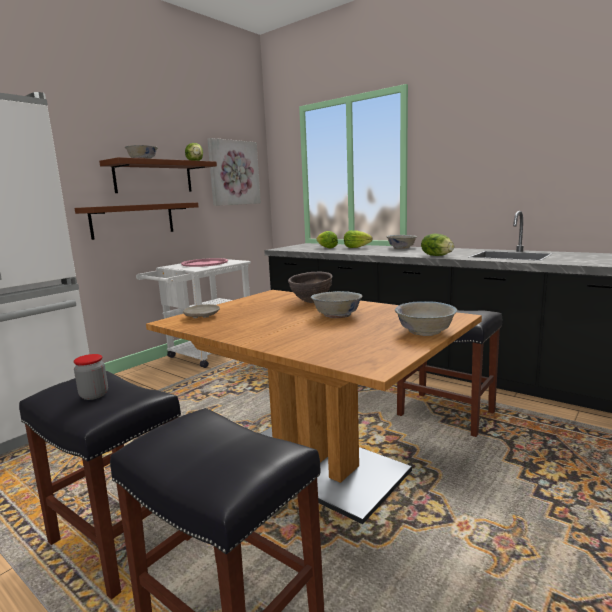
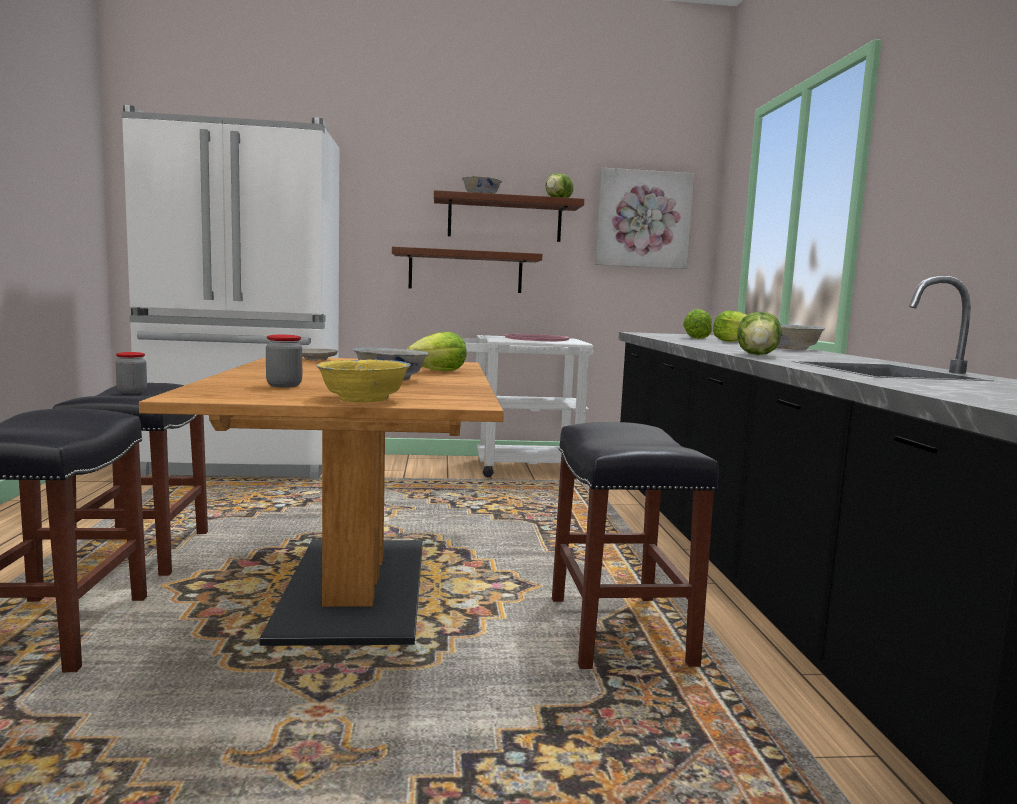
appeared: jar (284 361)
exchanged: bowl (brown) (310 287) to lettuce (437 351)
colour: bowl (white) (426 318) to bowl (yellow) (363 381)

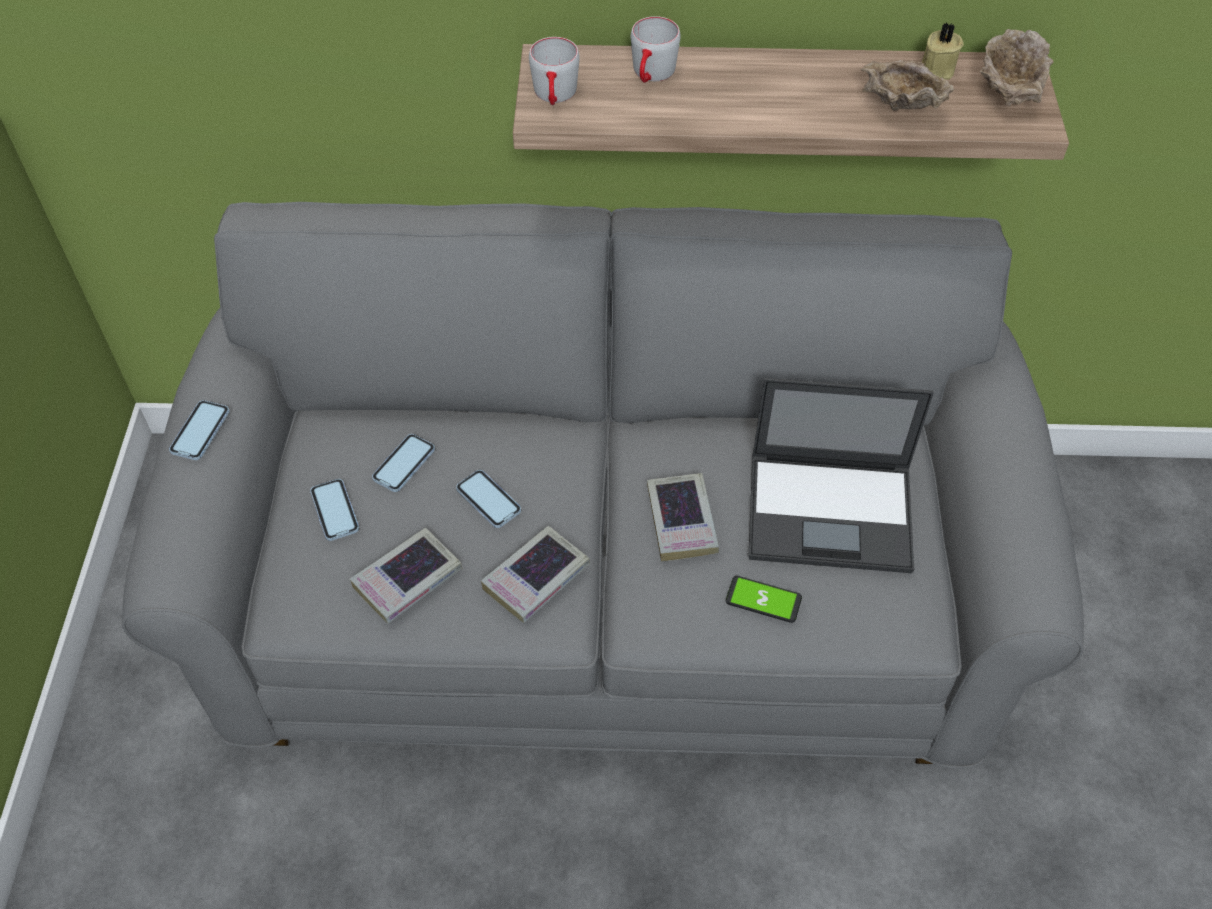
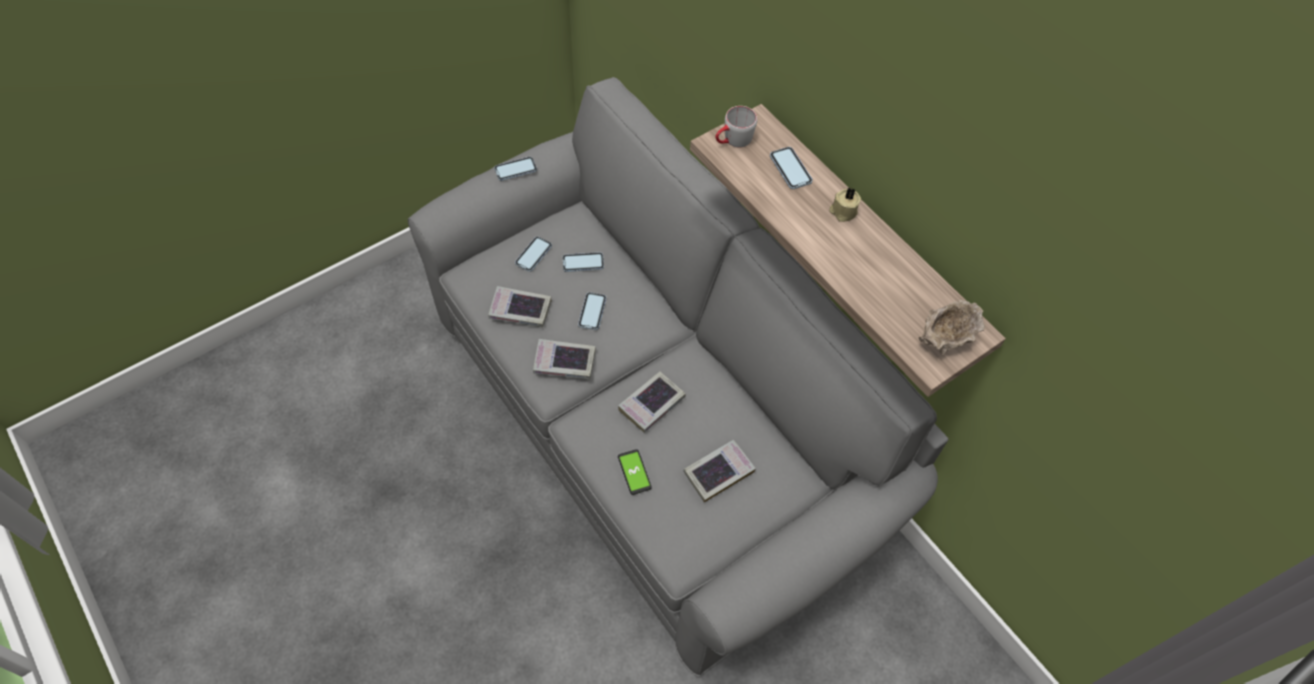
missing: bowl (beige) (907 85)
relocated: candle (beige) (943 51) to (845 205)
exchanged: mug (grey) (656 49) to phone (791 168); laptop (841 475) to book (719 471)

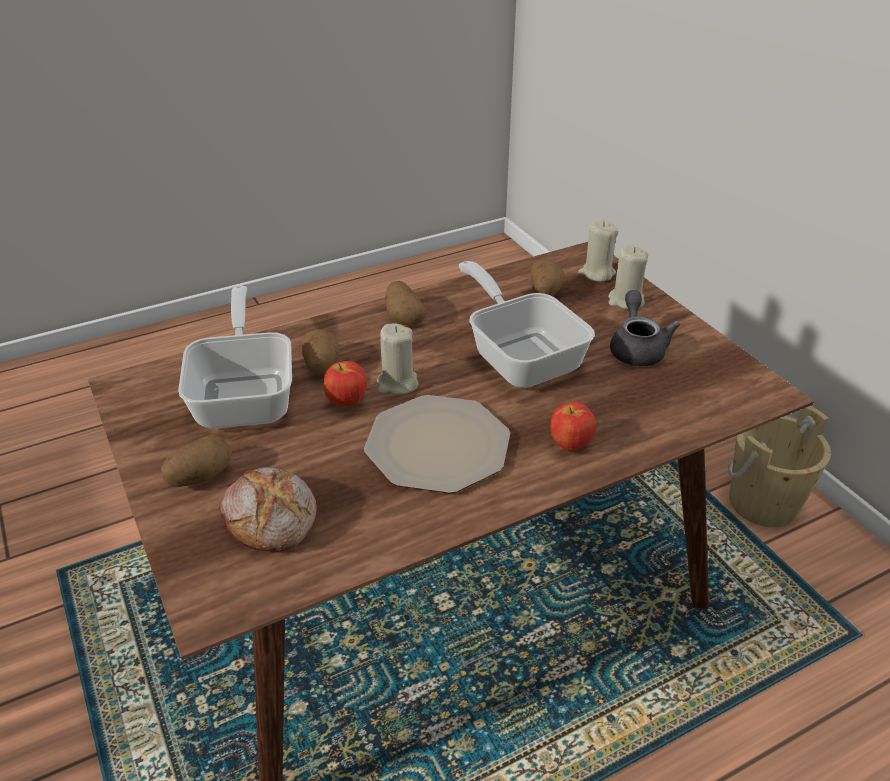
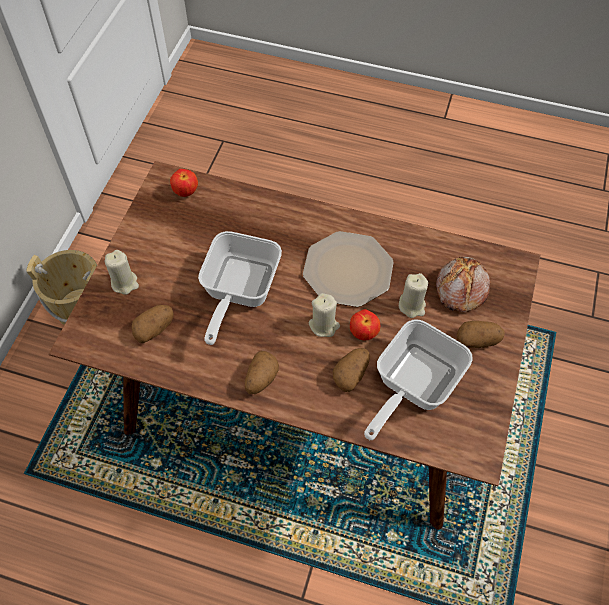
missing: teapot (grey) (645 328)
relocated: apple (573 426) to (184 183); candle (beige) (598 250) to (413 295)

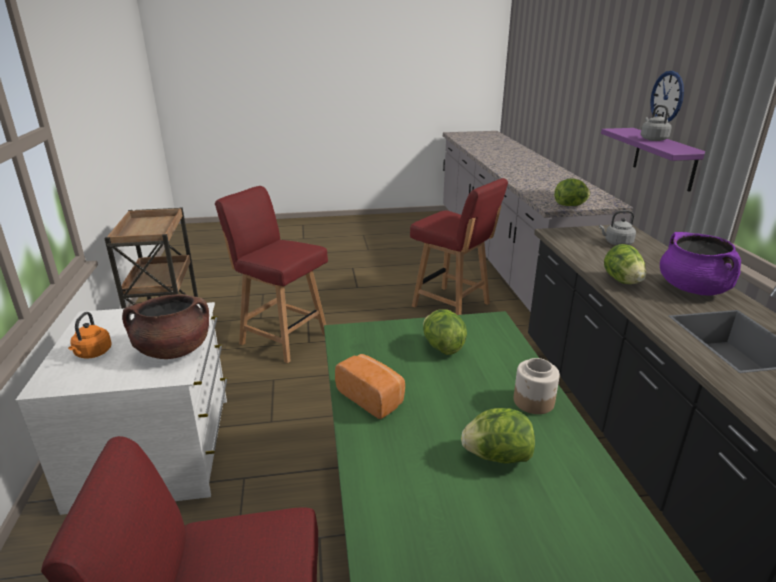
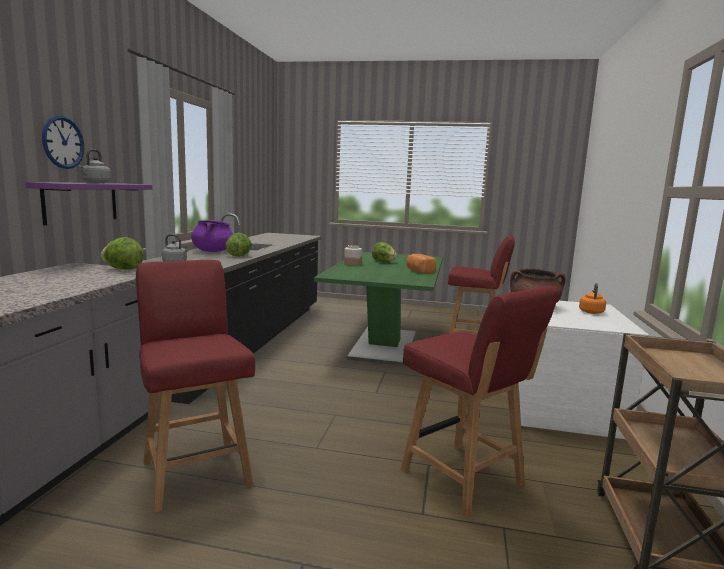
missing: lettuce (445 332)

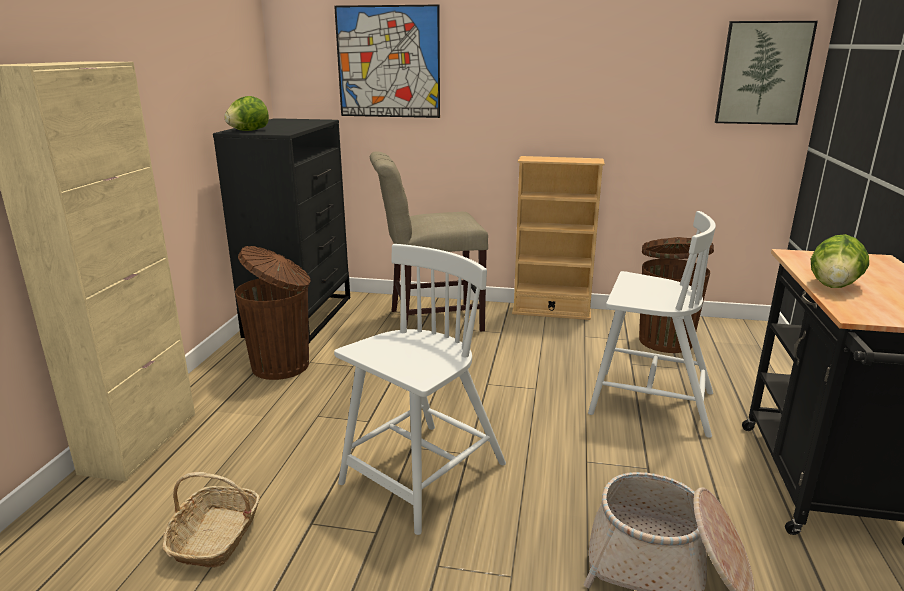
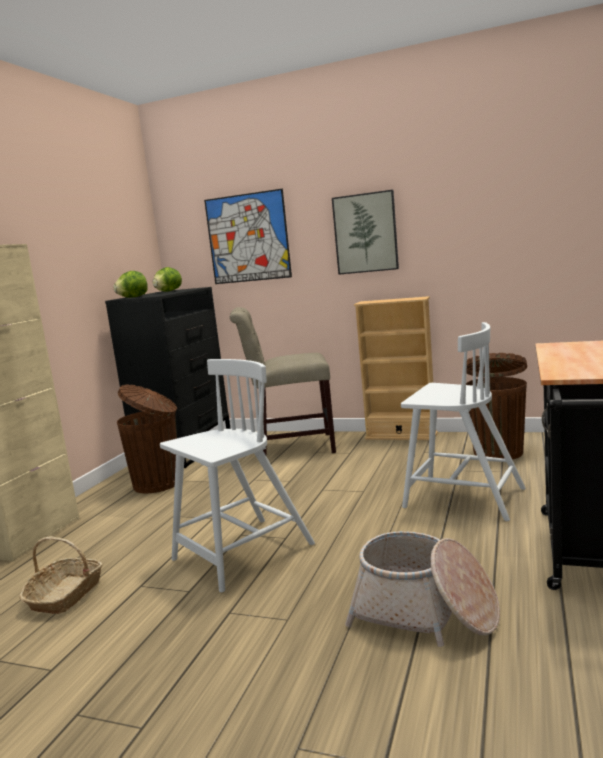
relocated: picture (766 73) to (365 232); lettuce (840 261) to (167 279)

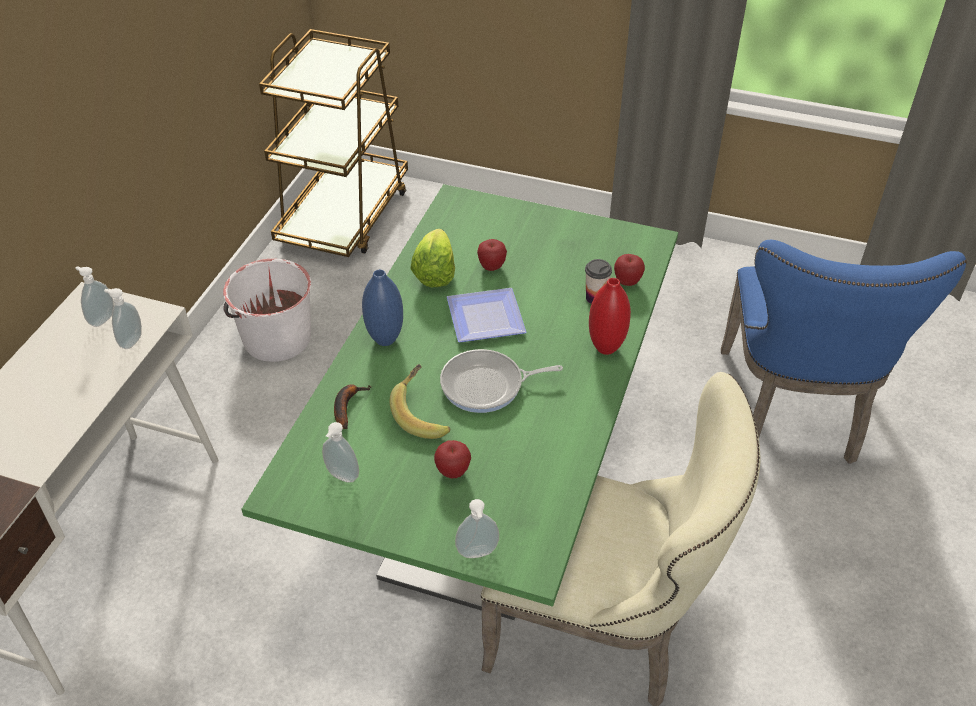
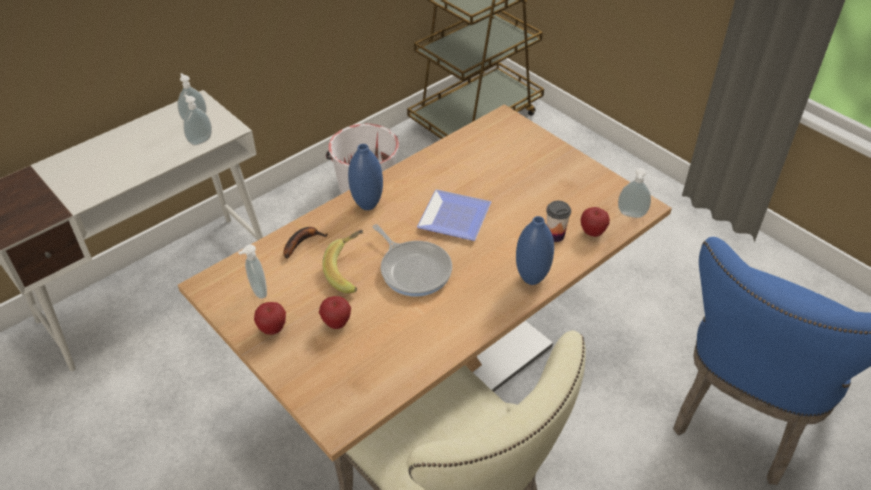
missing: lettuce (432 258)
relocated: soap dispenser (477 528) to (634 193); apple (492 255) to (270 318)
colour: dining table (green) (459 402) to dining table (brown) (425 283); vase (red) (610 316) to vase (blue) (535 250)
spun: frying pan (501 381) = (412 260) 150 degrees counterclockwise

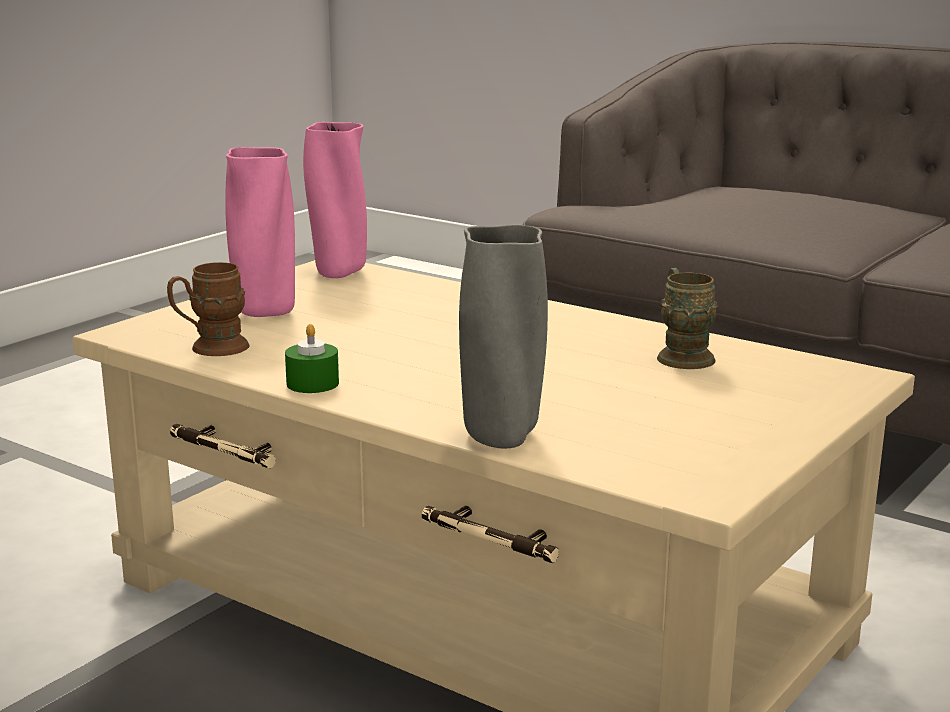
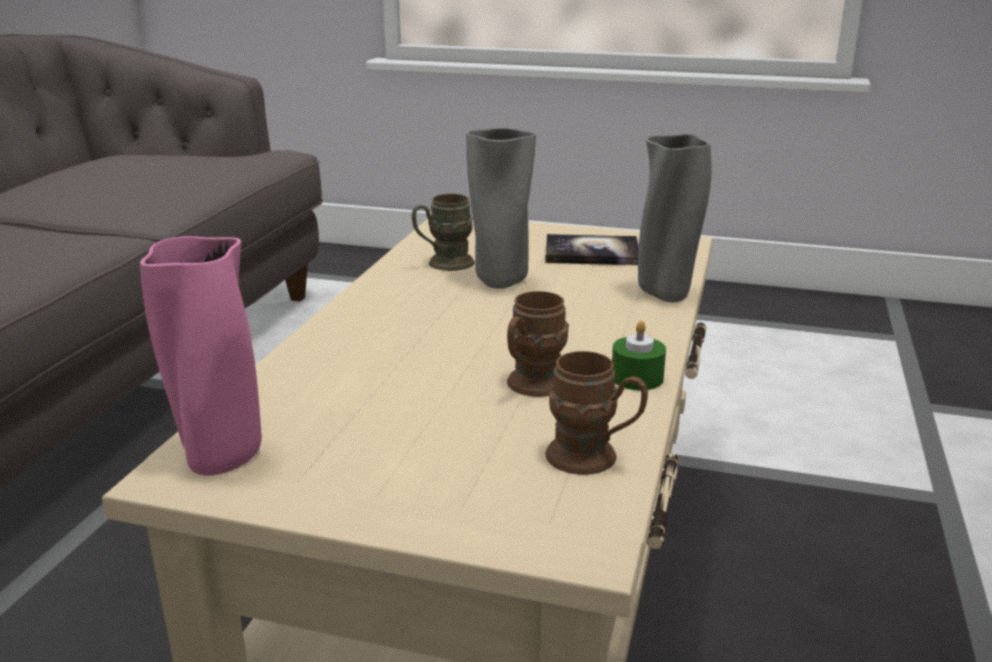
missing: vase (pink) (260 232)
appeared: vase (grey) (501 208); mug (brown) (538 344); book (592 249)

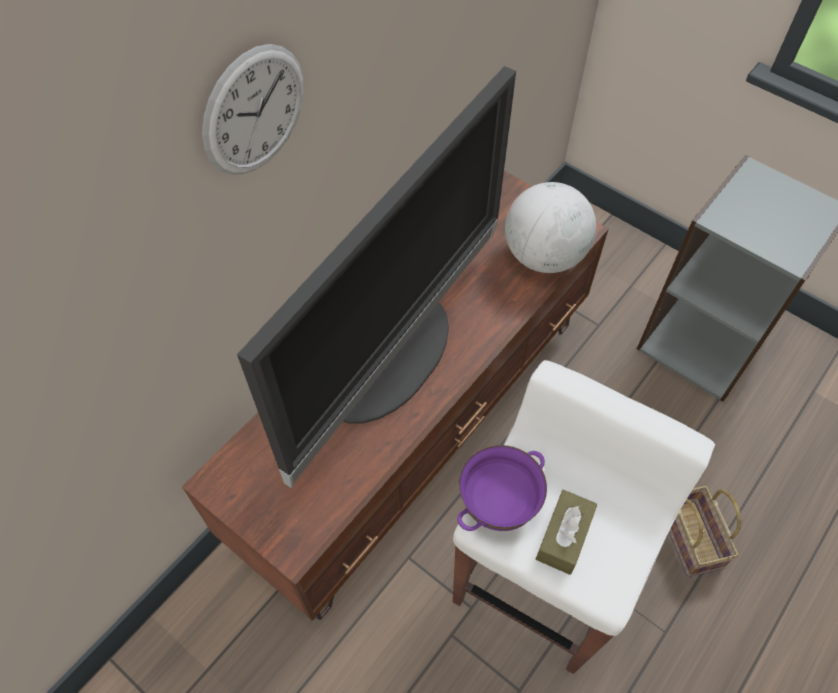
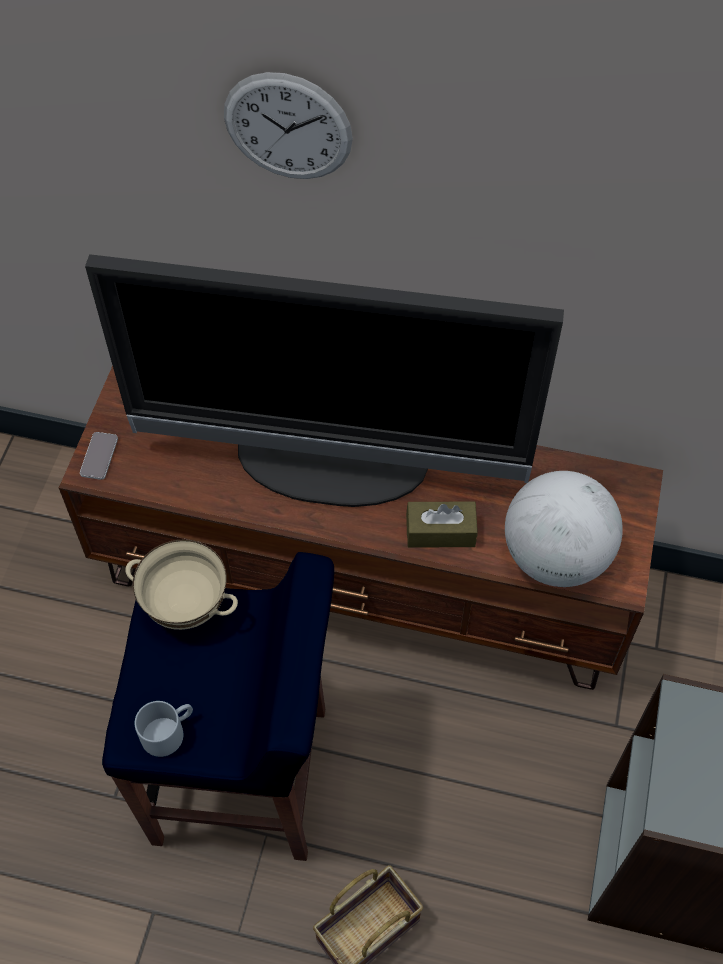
appeared: phone (99 456); mug (grey) (164 729)
relocated: tissue box (brown) (567 532) to (442 525)
colour: stool (white) (584 517) to stool (blue) (218 706); bowl (purple) (502 488) to bowl (beige) (181 585)

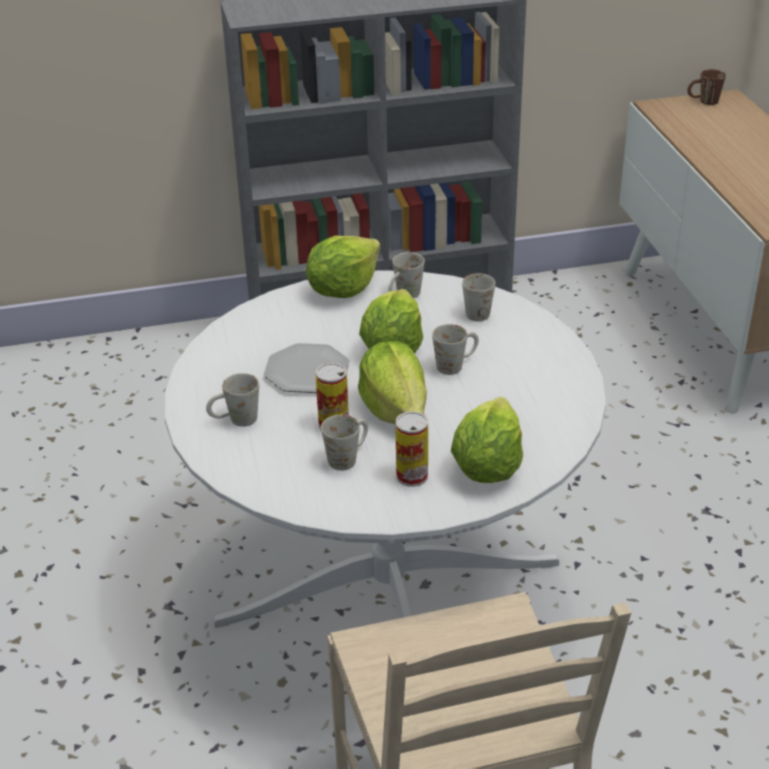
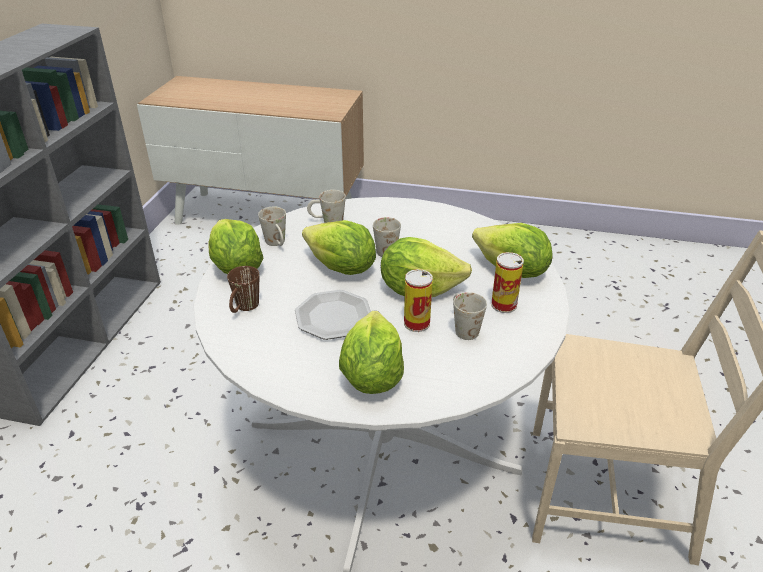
relocated: mug (brown) (706 87) to (243 289)
exchanged: mug (white) (232 400) to lettuce (371 352)

